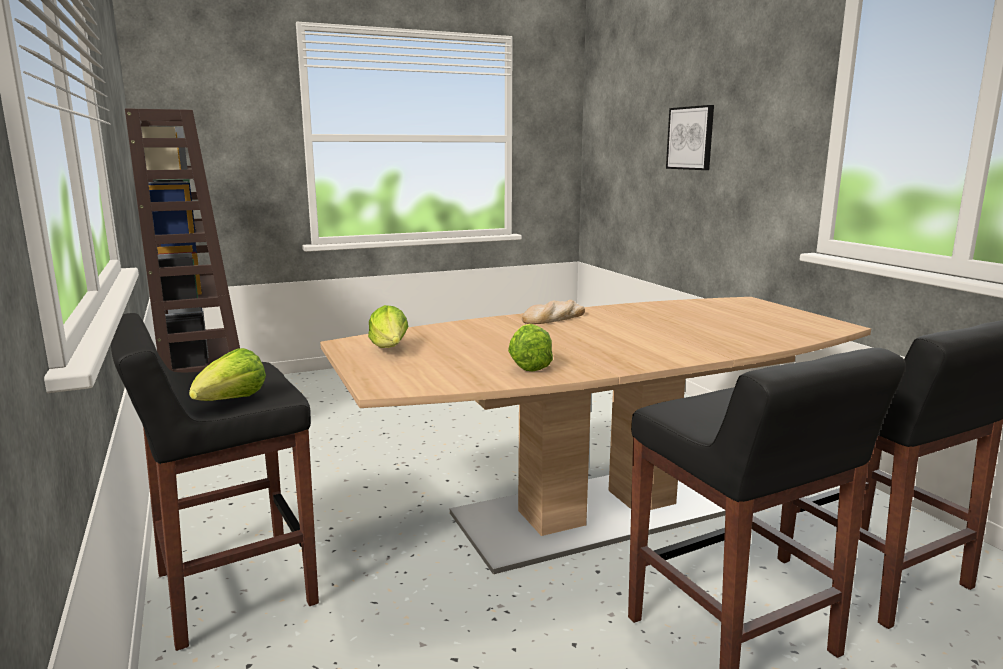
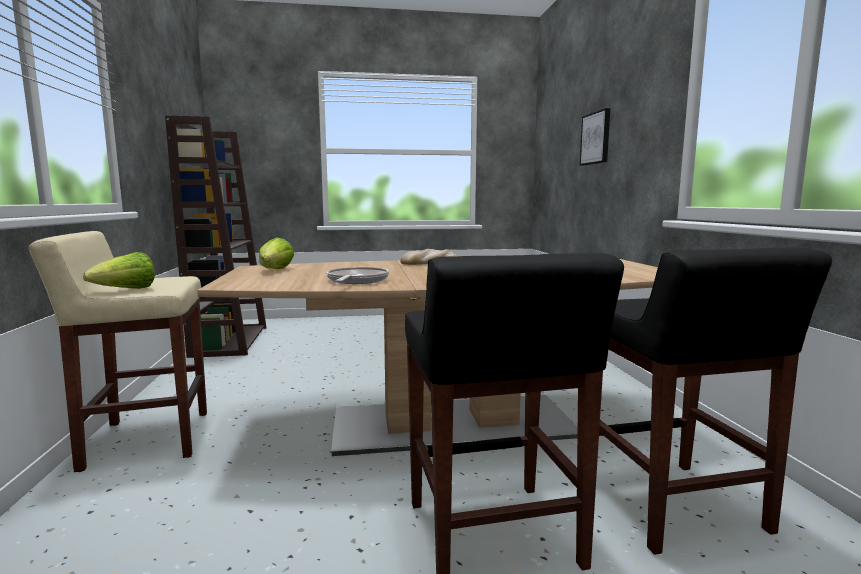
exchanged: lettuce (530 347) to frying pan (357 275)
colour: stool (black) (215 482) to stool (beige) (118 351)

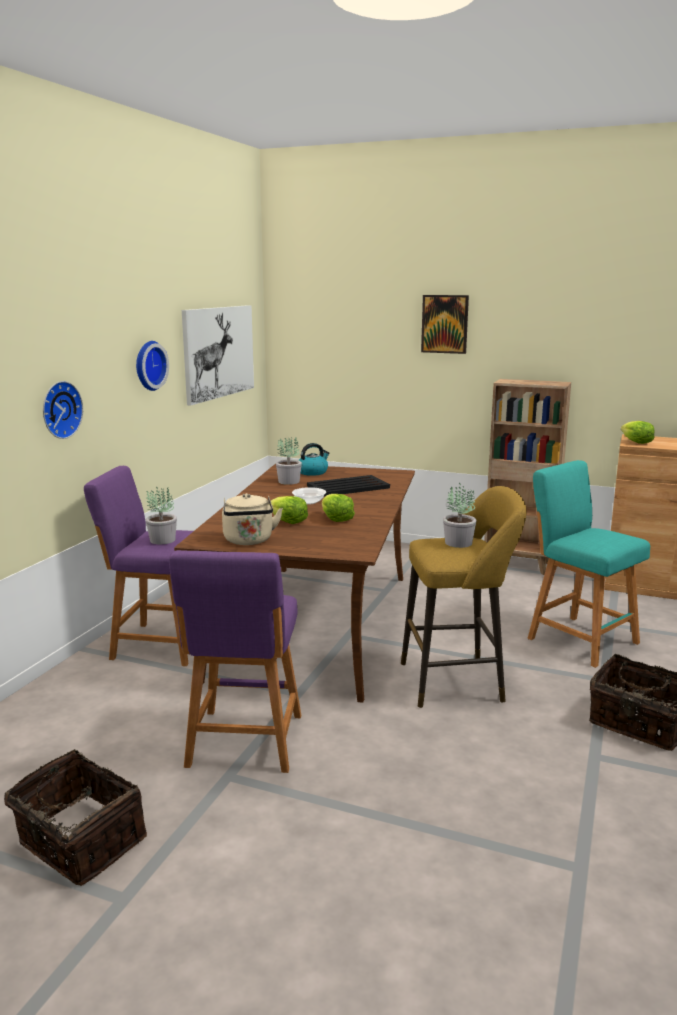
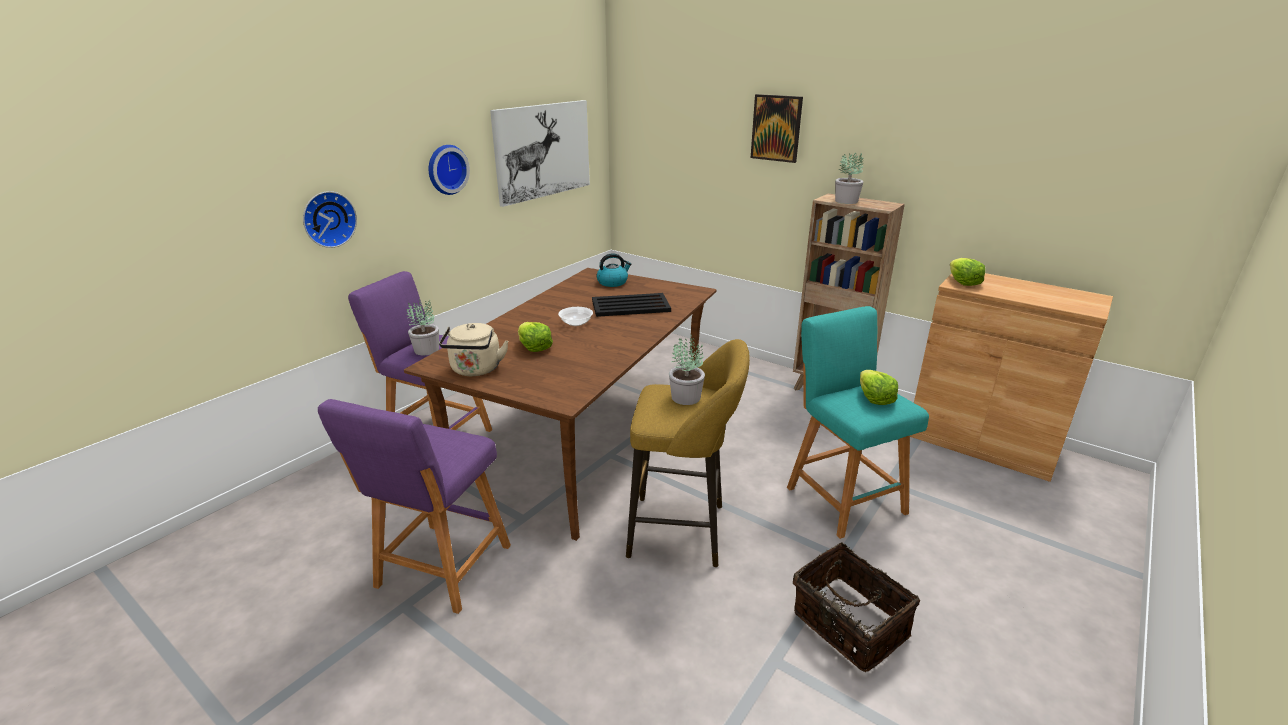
missing: basket (75 817)
relocated: potted plant (289 461) to (849 178); lettuce (338 508) to (879 387)

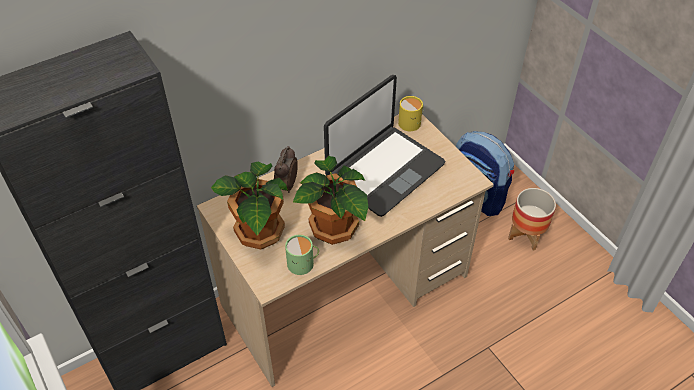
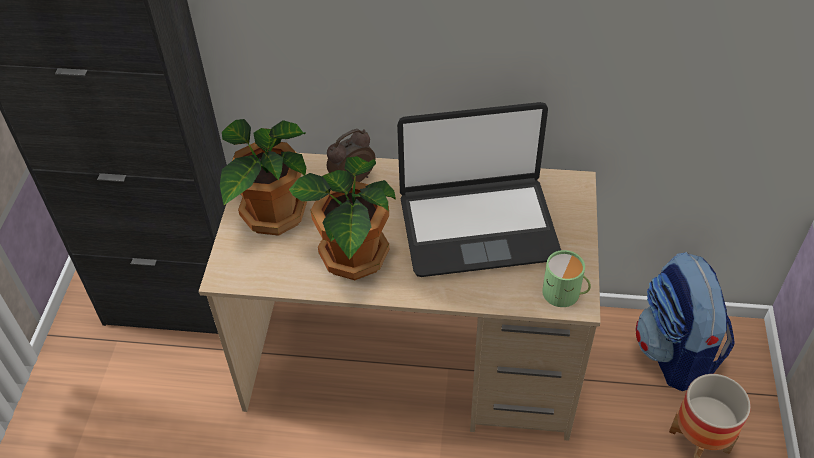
missing: mug (yellow) (410 113)
relocated: mug (green) (302 254) to (566 278)

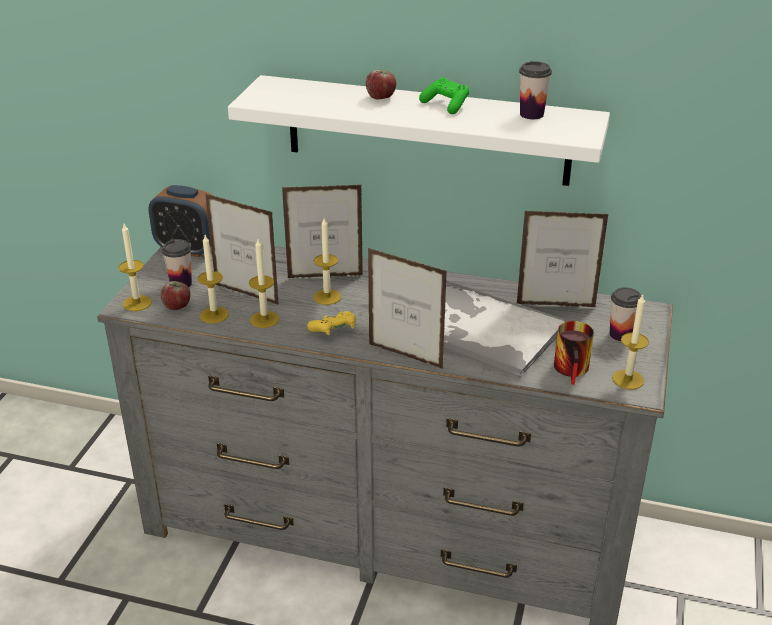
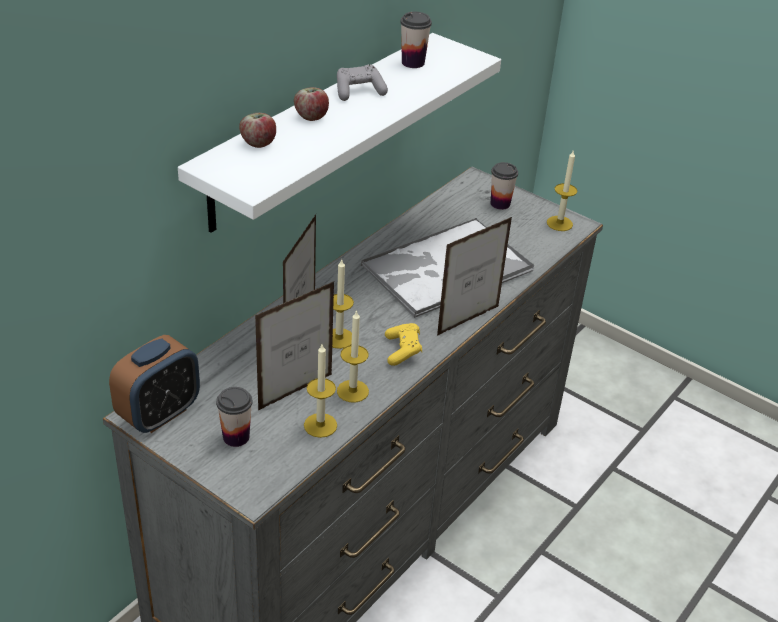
missing: candle (135 267); picture frame (563 259); mug (574 353)
relocated: apple (176 295) to (257 130)
colour: game controller (green) (444 96) to game controller (grey) (362 82)

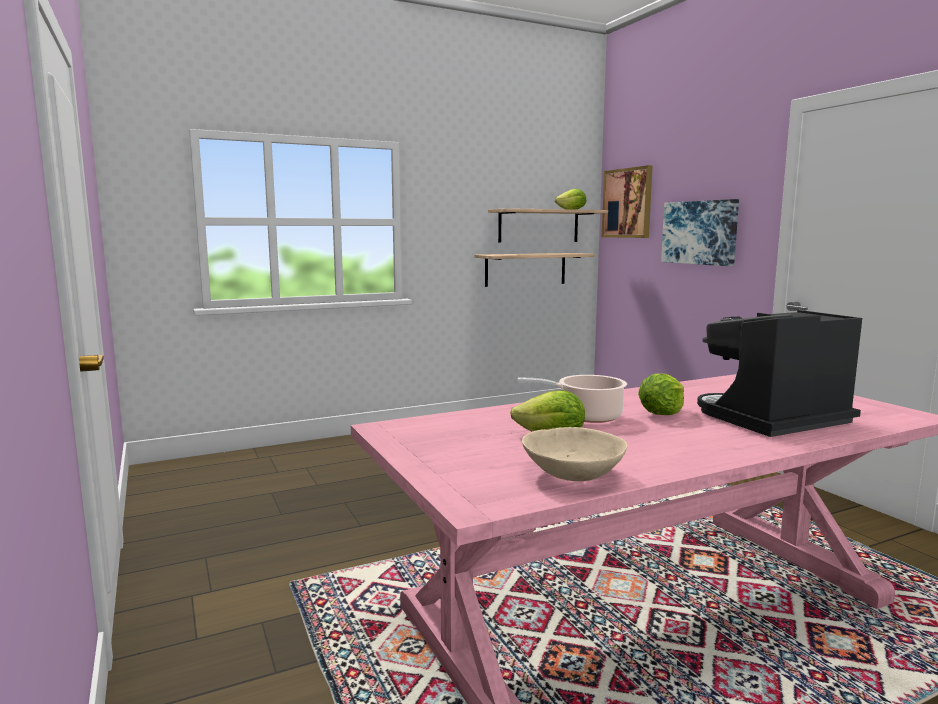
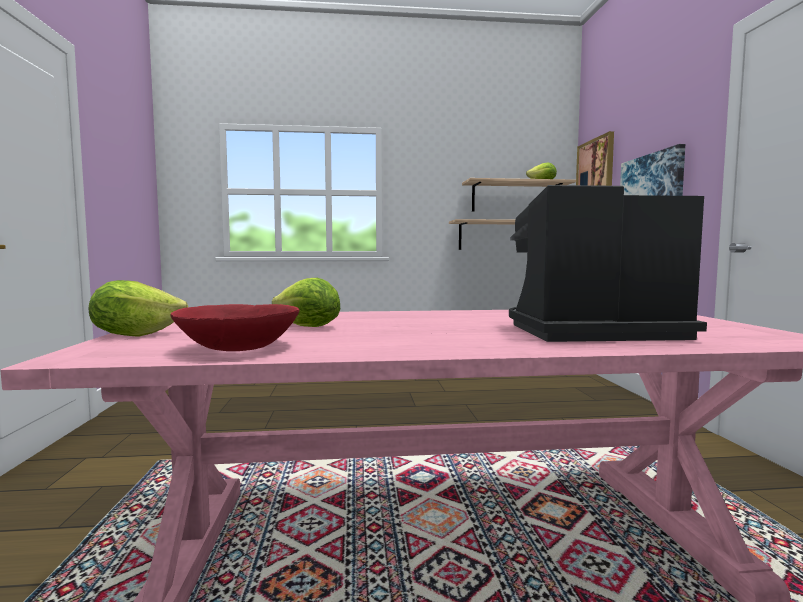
missing: cooking pot (572 399)
relocated: lettuce (661 394) to (138 308)
colour: bowl (beige) (574 454) to bowl (red) (234 327)

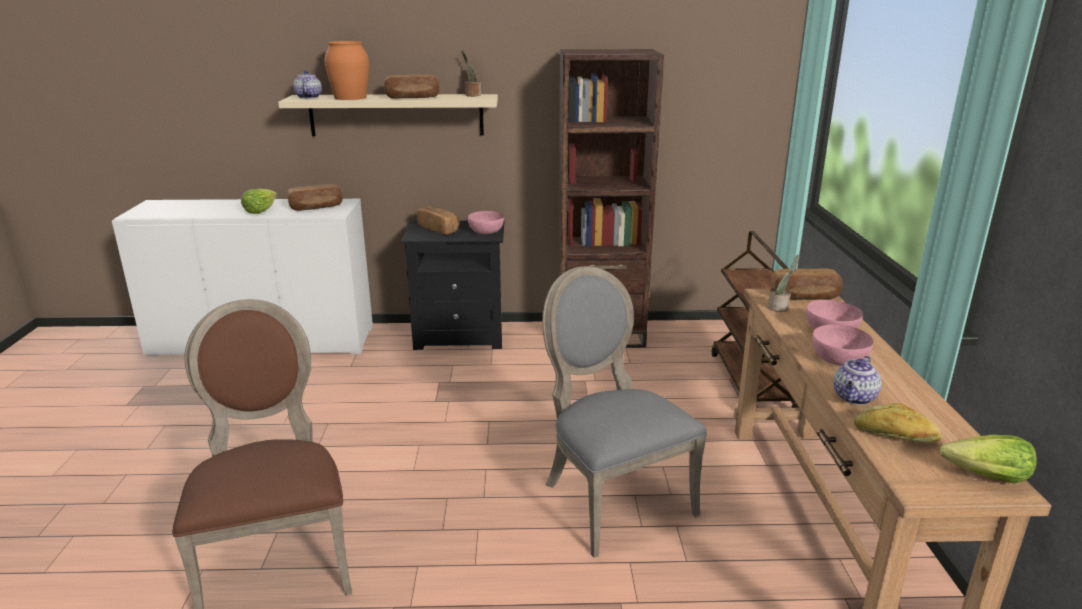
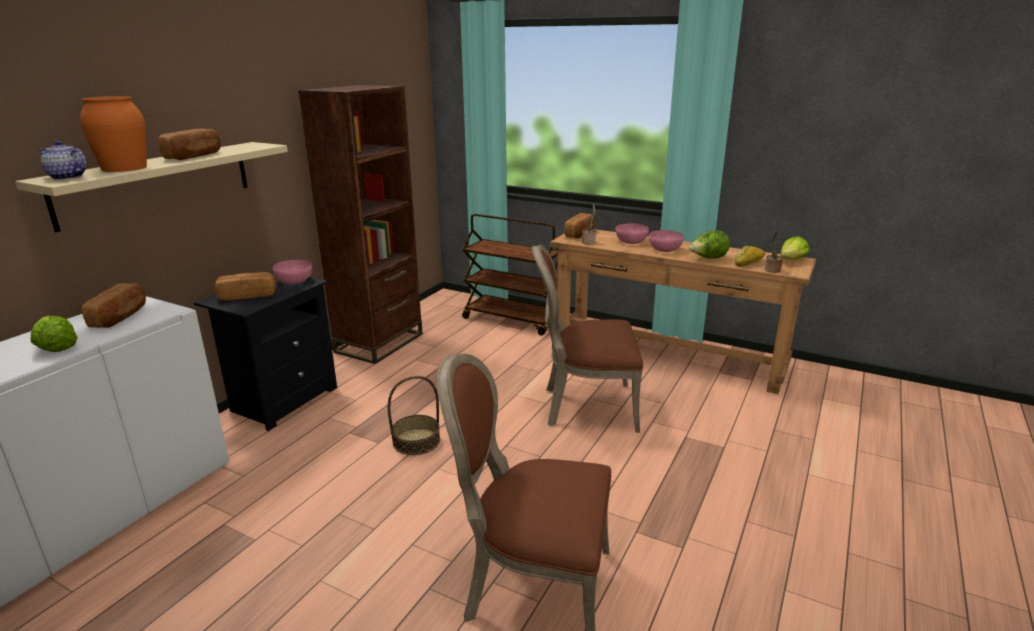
appeared: basket (414 415)
relocated: potted plant (471 73) to (774 252)
exchanged: teapot (857 380) to lettuce (709 244)
colour: chair (grey) (624 412) to chair (brown) (587 339)

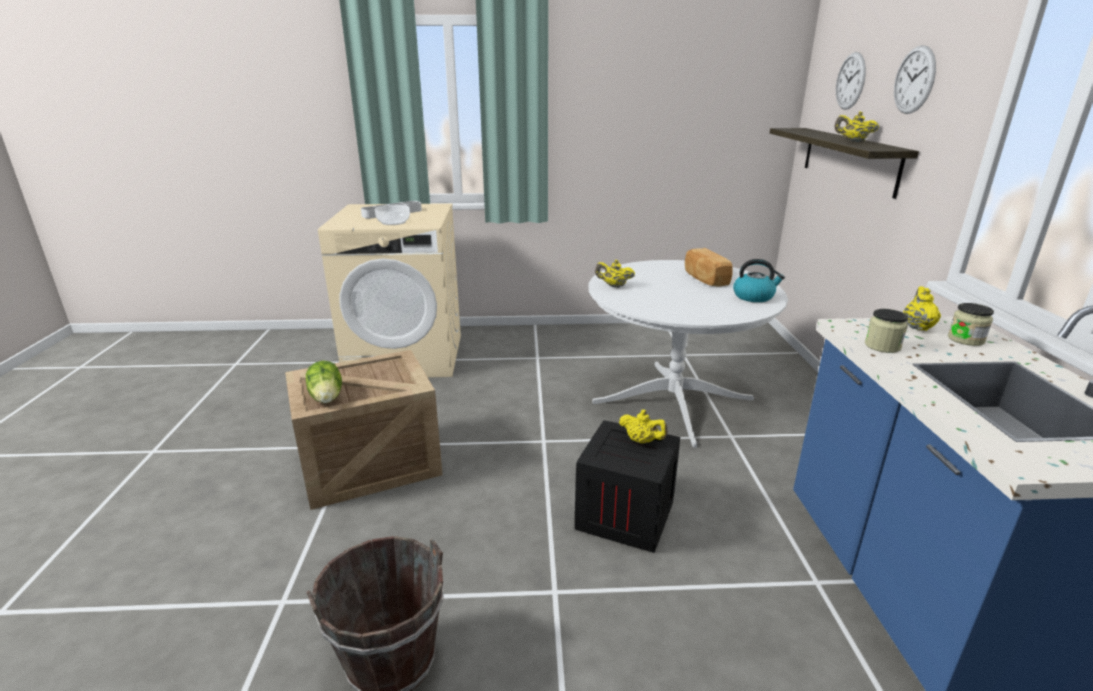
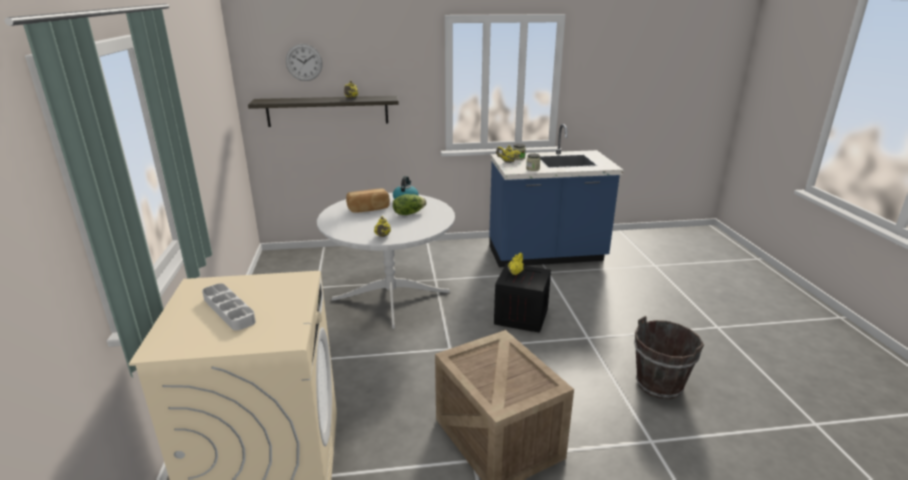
missing: bowl (392 215); wall clock (915 79)
relocated: lettuce (324 382) to (409 204)

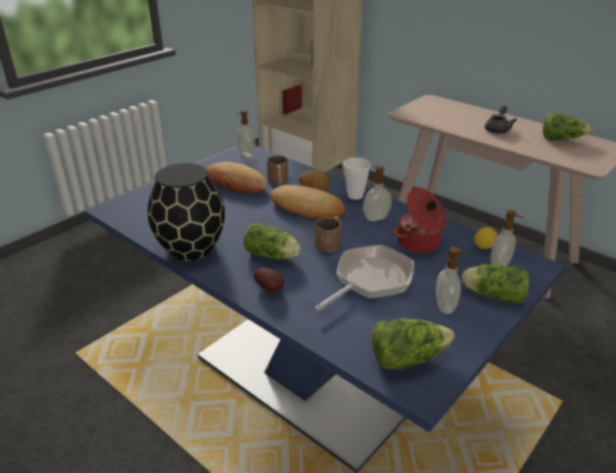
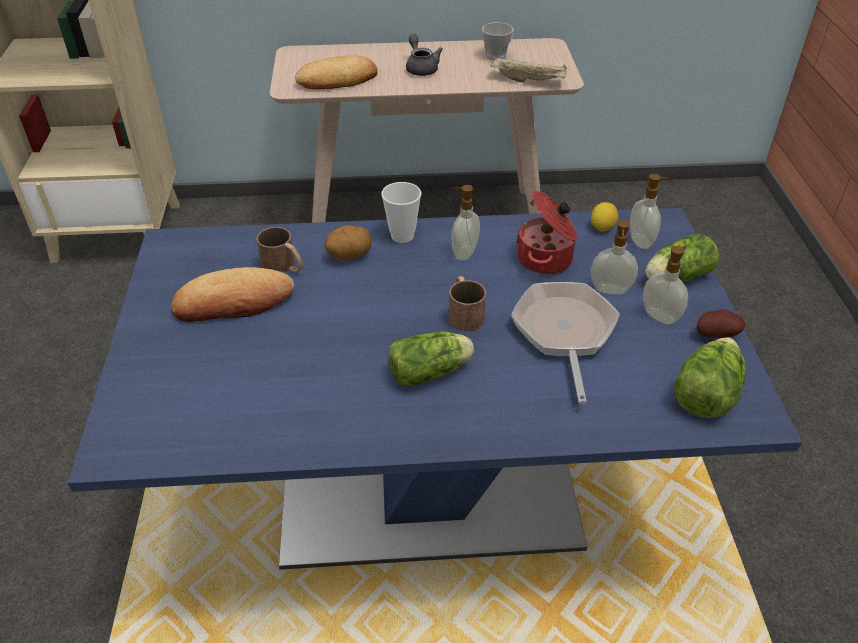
missing: vase (black) (186 212)
appeared: tray (beige) (529 70)
relocated: soap dispenser (245 133) to (614 257); potato (269 279) to (720 324); bread (307 202) to (336 72)
exchanged: lettuce (568 126) to cup (498 41)

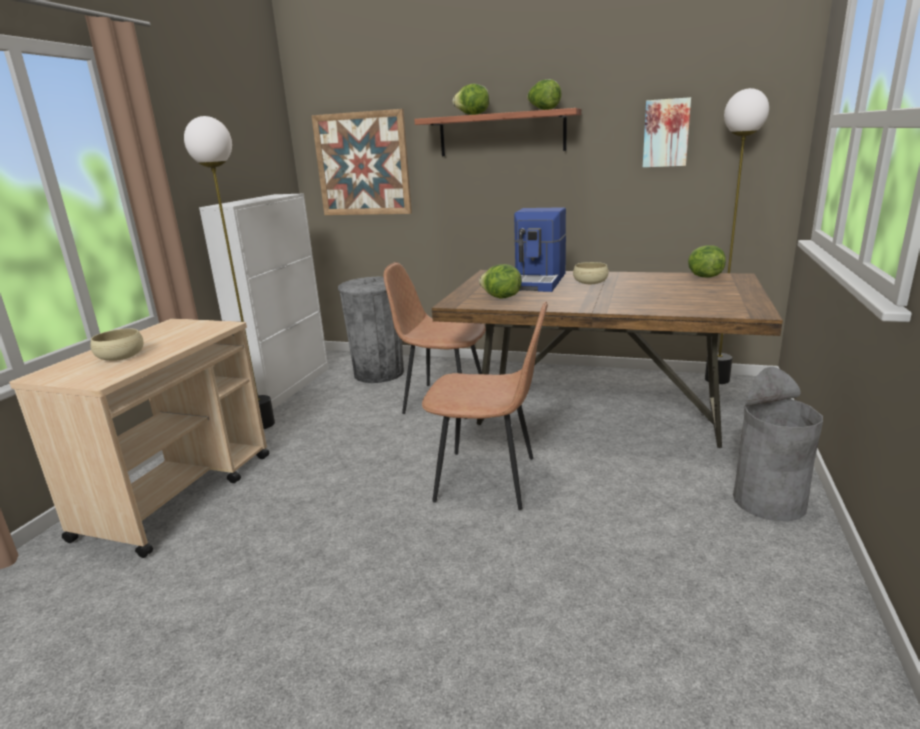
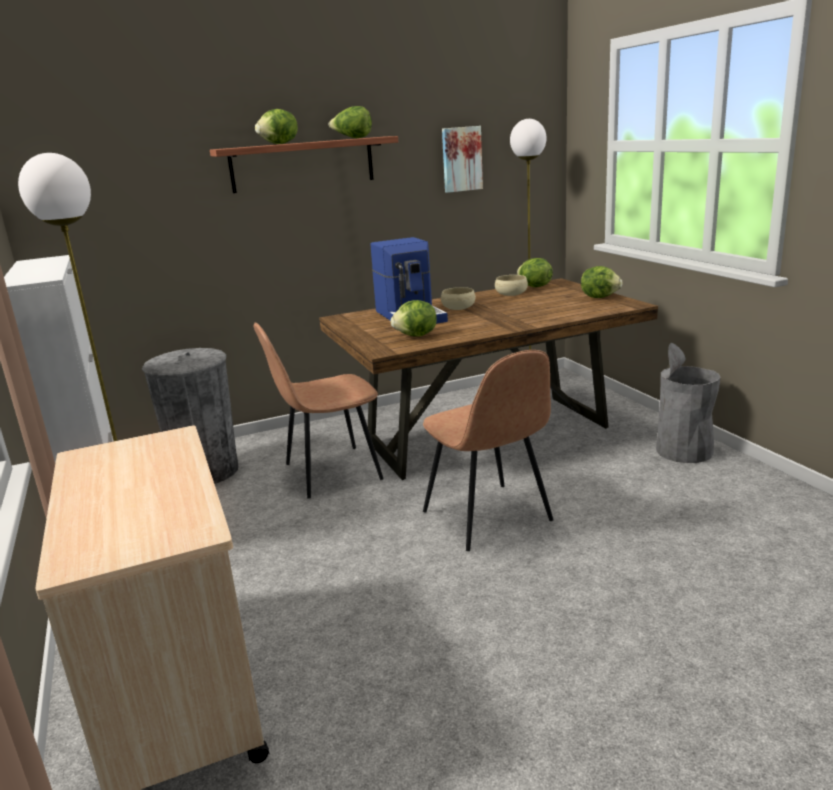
missing: picture (361 162)
appeared: lettuce (602 282)
relocated: bowl (beige) (117 344) to (511 285)
spun: chair (brown) (485 406) = (488 450) 90 degrees clockwise

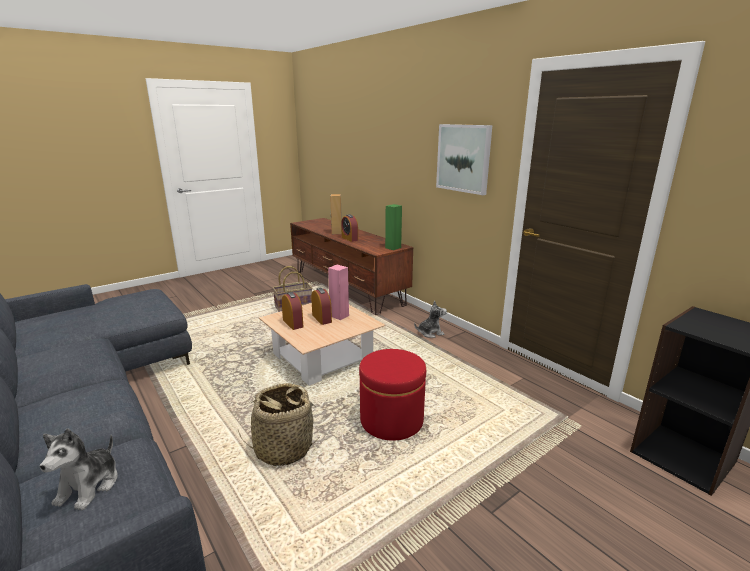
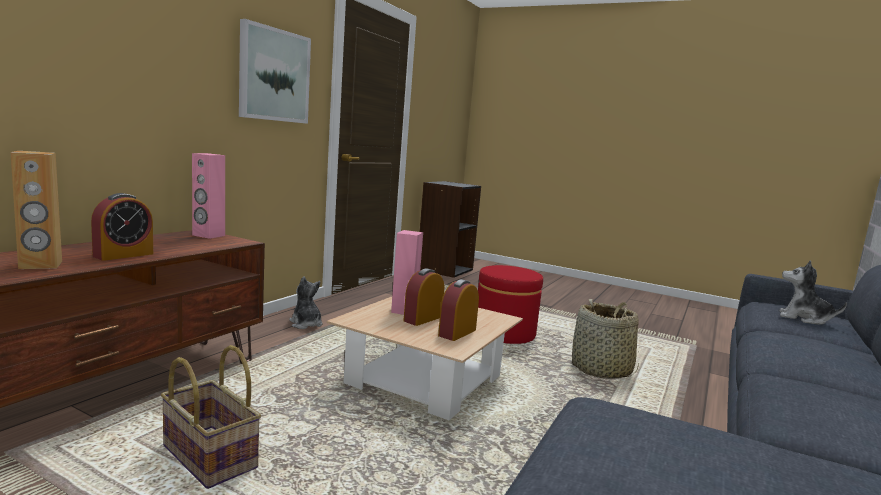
colour: speaker (green) (393 227) to speaker (pink) (208 196)
spun: plush toy (79 469) = (813 293) 135 degrees counterclockwise

